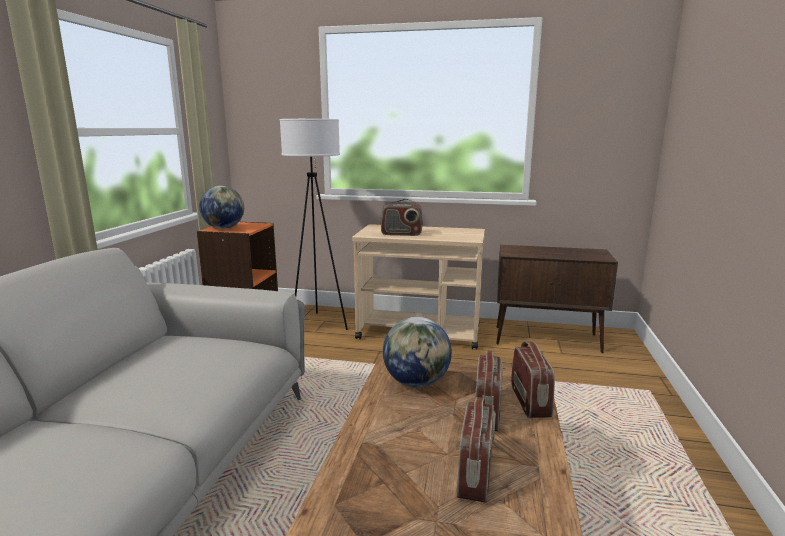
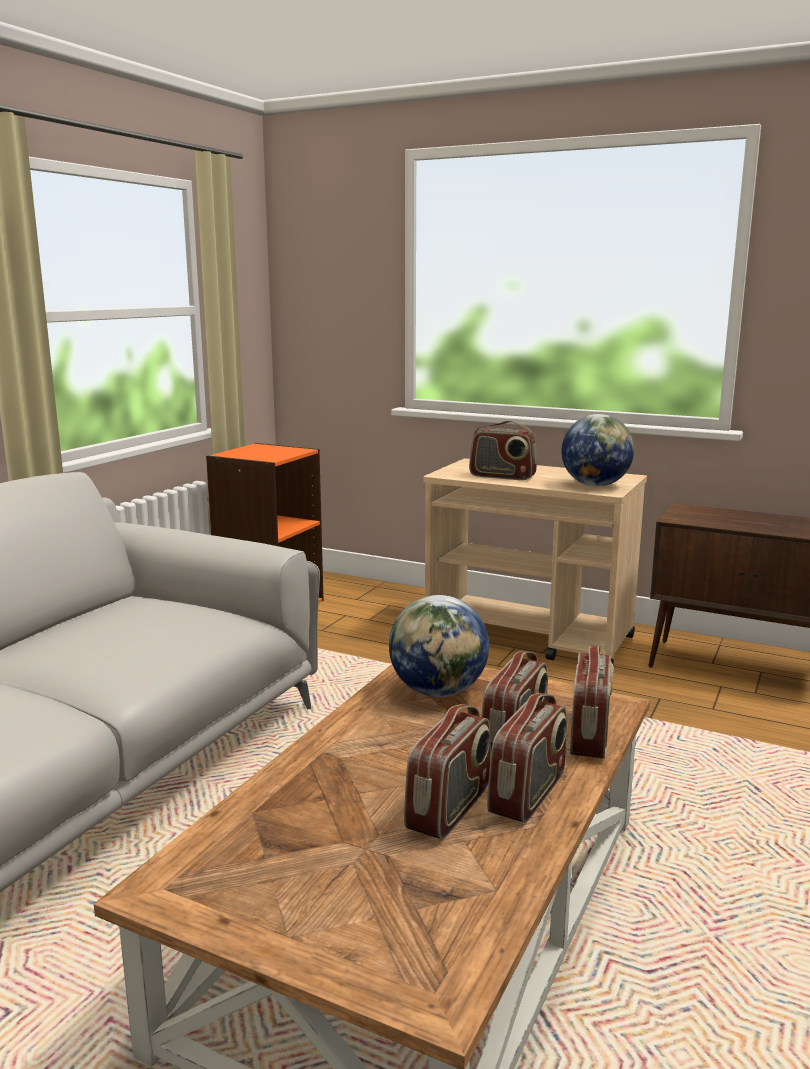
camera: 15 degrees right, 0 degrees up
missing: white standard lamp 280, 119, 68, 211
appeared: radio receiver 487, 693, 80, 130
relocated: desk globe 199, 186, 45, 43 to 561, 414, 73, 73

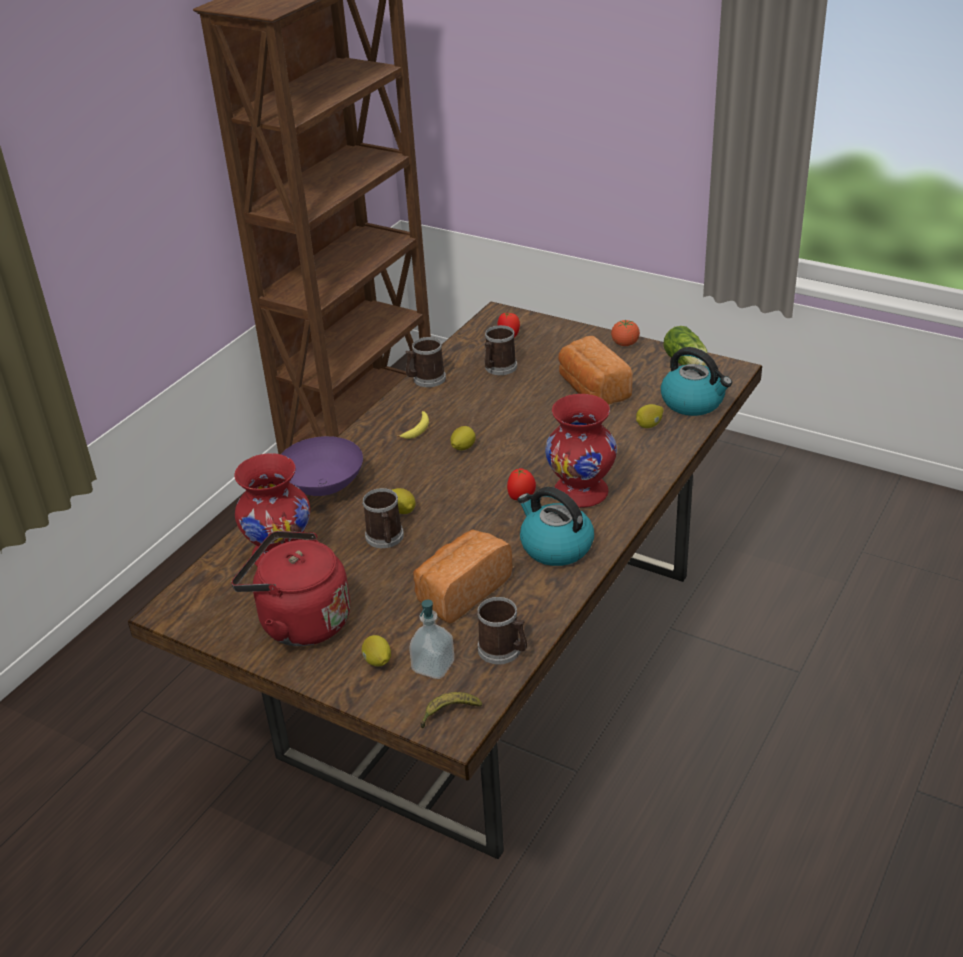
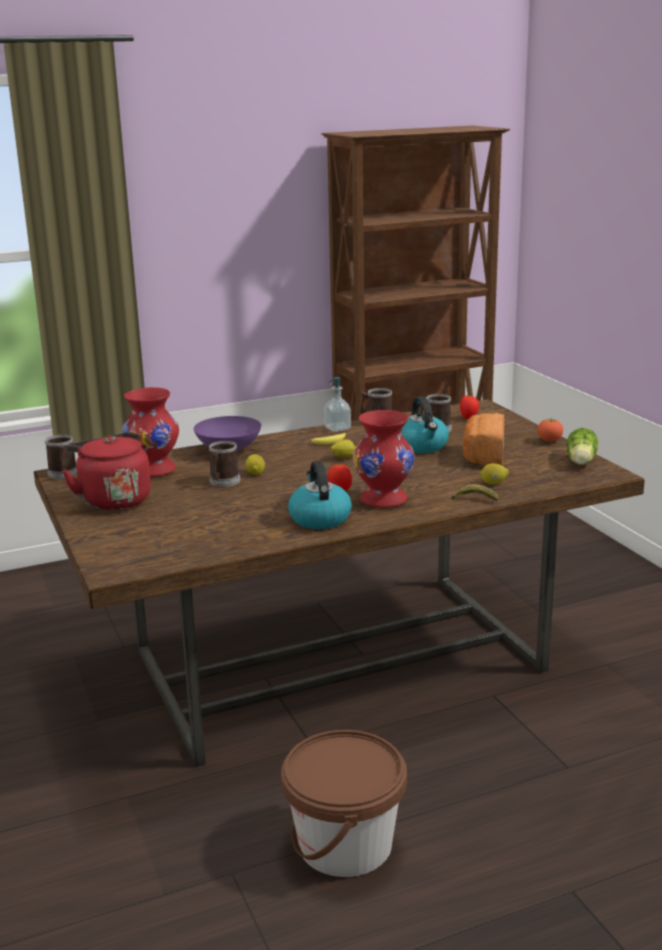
camera: 35 degrees right, 15 degrees down
missing: whole lemon 362, 635, 29, 31; baked bread 413, 529, 100, 94
appeared: brown-coloured pail 281, 730, 126, 147
relocated: soap dispenser 409, 600, 45, 79 to 324, 377, 27, 55; whole banana 420, 692, 62, 36 to 451, 484, 47, 17; mug 477, 597, 50, 68 to 45, 435, 32, 44; kettle 661, 347, 71, 69 to 401, 396, 48, 57

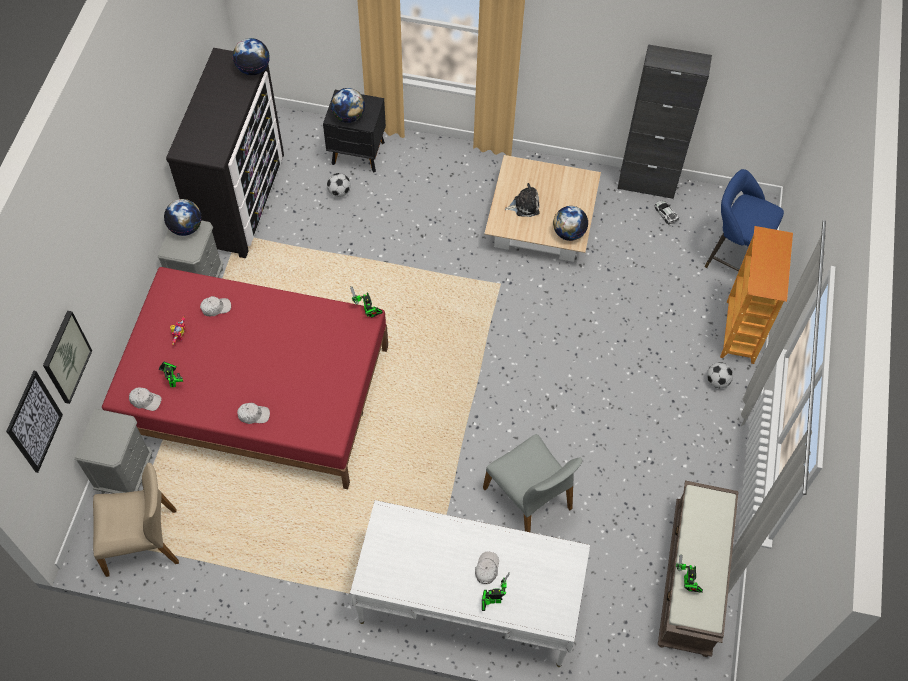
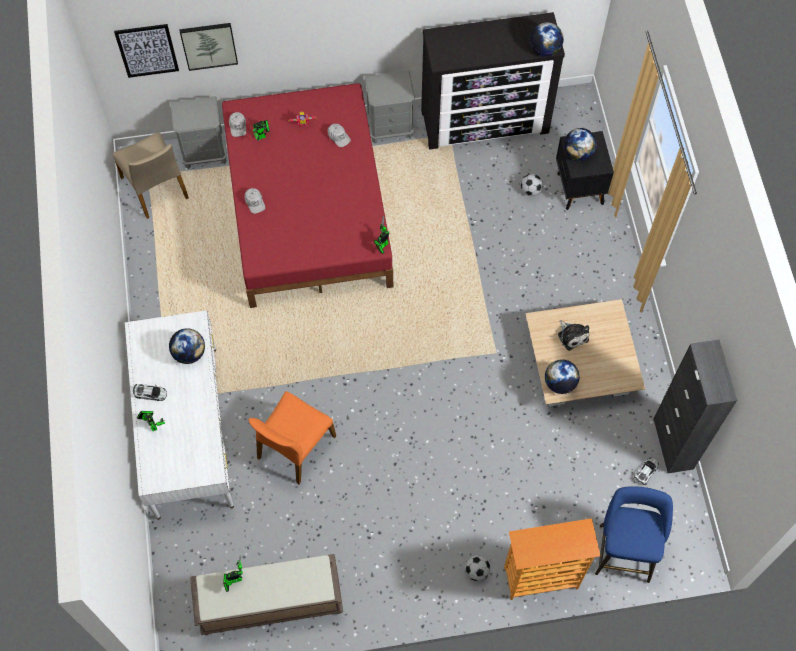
camera: 70 degrees right, 5 degrees up
missing: white baseball cap 475, 551, 24, 33
appeared: model car 133, 384, 34, 17
relocated: desk globe 164, 199, 38, 37 to 169, 328, 36, 36
colour: gray upright chair 483, 434, 99, 98 to orange-coloured upright chair 249, 391, 87, 93

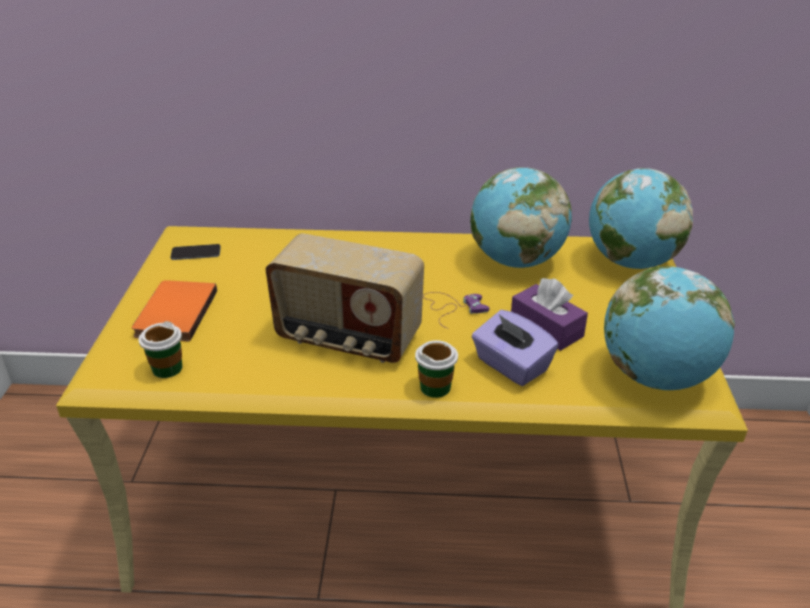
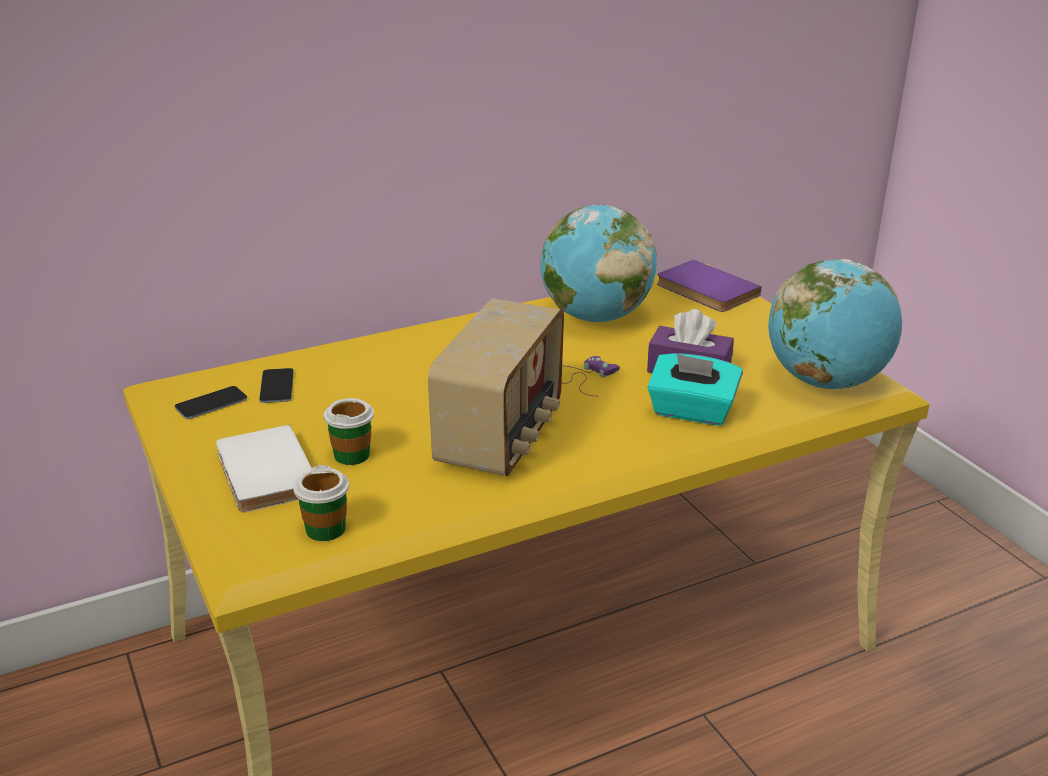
camera: 30 degrees left, 5 degrees down
appeared: phone 259, 368, 35, 35
relocated: small cup 415, 340, 43, 58 to 324, 398, 50, 67
exchanged: desk globe 589, 168, 104, 101 to purplish bound book 657, 260, 104, 52
colour: orange-coloured bound book 132, 280, 85, 62 to white bound book 216, 425, 96, 87; purplish tissue holder 472, 310, 86, 76 to blue-green tissue holder 647, 353, 96, 73
spun: radio receiver 266, 233, 158, 130 = 428, 298, 136, 178 60 degrees counterclockwise

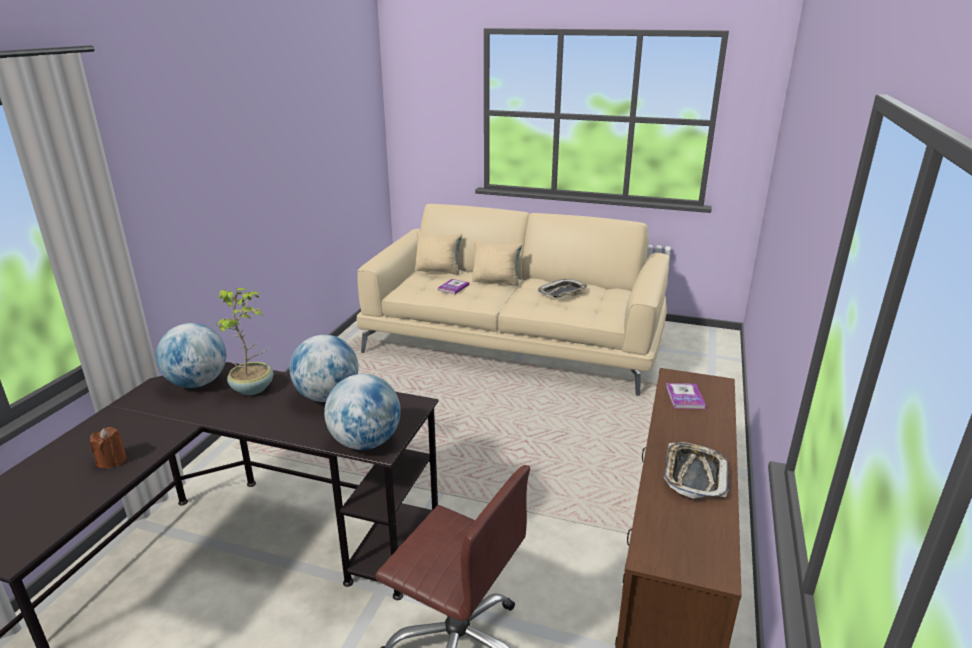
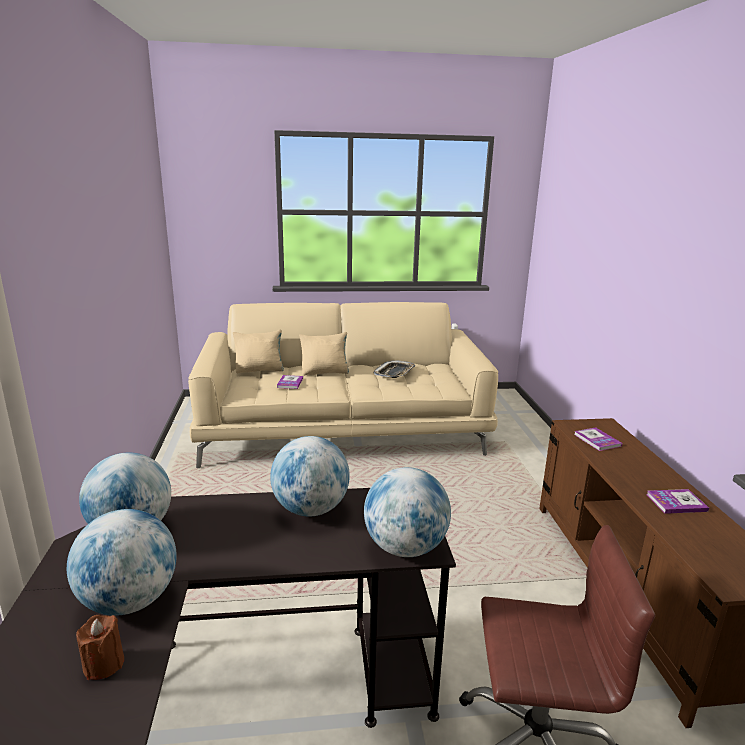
camera: 25 degrees left, 5 degrees down
missing: potted plant 215, 287, 58, 108
appeared: desk globe 67, 509, 109, 107
exchanged: serving tray 664, 442, 65, 57 to bound book 647, 489, 62, 25

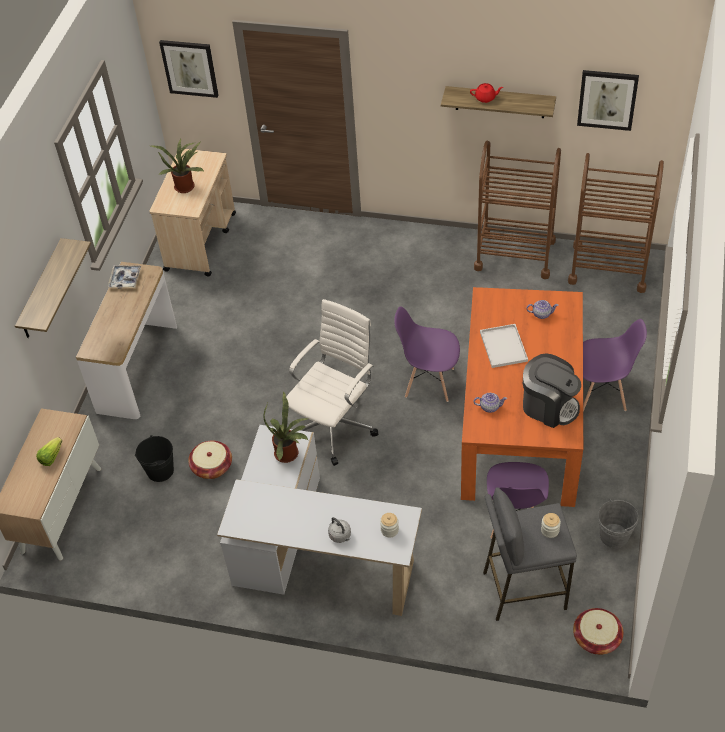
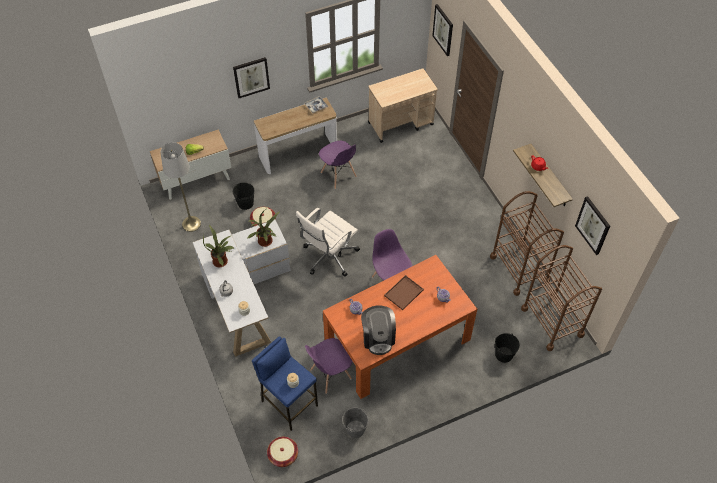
camera: 50 degrees right, 5 degrees up
appeared: gray standard lamp 161, 143, 40, 89; black pail 495, 333, 25, 30
relocated: potted plant 151, 138, 53, 55 to 203, 225, 32, 42; purplish upright chair 583, 319, 64, 93 to 319, 141, 38, 48
exchanged: wall shelf 15, 238, 76, 100 to wall picture 233, 57, 37, 41
colour: white serving tray 480, 324, 48, 44 to brown-coloured serving tray 384, 275, 40, 35; gray stool seat 483, 487, 94, 134 to blue stool seat 252, 336, 66, 95
spun: white office chair 286, 299, 92, 167 = 296, 208, 64, 69 135 degrees clockwise

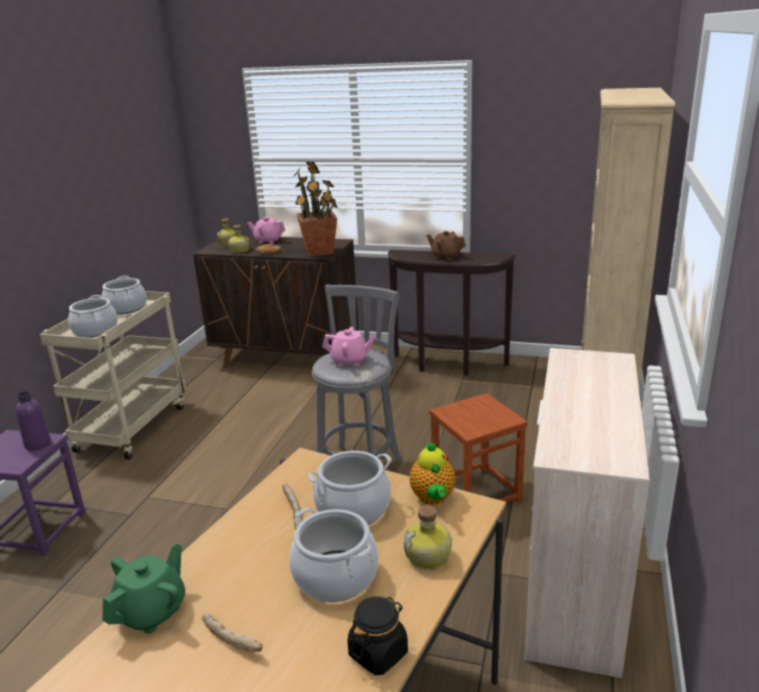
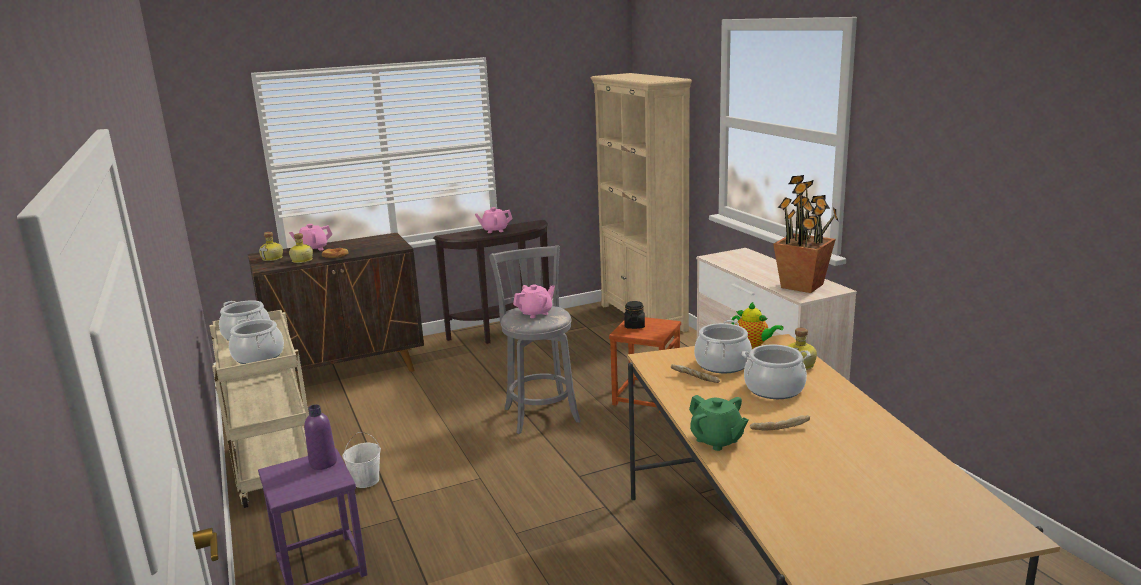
camera: 40 degrees left, 5 degrees down
appeared: white pail 343, 432, 38, 56
relocated: potted plant 294, 162, 44, 94 to 773, 175, 65, 118; black preserve jar 347, 597, 61, 78 to 624, 301, 21, 28
colour: brown-coloured teapot 426, 231, 40, 29 to pinkish teapot 475, 207, 38, 26
spun: green-coloured teapot 102, 543, 83, 91 = 689, 395, 60, 56 150 degrees clockwise

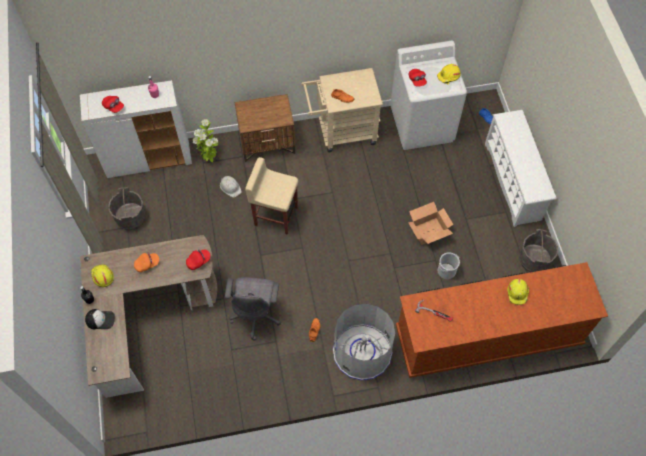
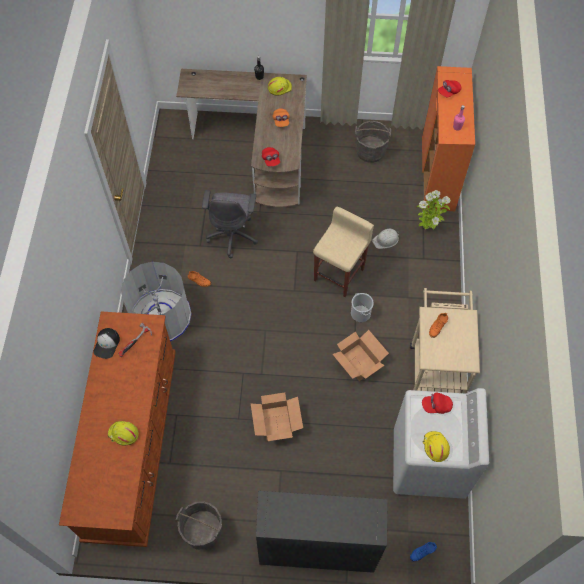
camera: 105 degrees right, 0 degrees up
missing: brown-coloured nightstand 235, 94, 60, 68
appeared: cardboard box 333, 330, 56, 51
relocated: baseball cap 85, 309, 30, 20 to 93, 328, 27, 31; pail 438, 252, 22, 27 to 351, 293, 23, 29
exchanged: white shoe shelf 485, 110, 72, 117 to black storage cabinet 256, 491, 132, 82
colour: white storage cabinet 80, 80, 112, 98 to orange-coloured storage cabinet 422, 66, 53, 145
spun: gray office chair 225, 277, 57, 64 = 202, 190, 56, 68 105 degrees counterclockwise

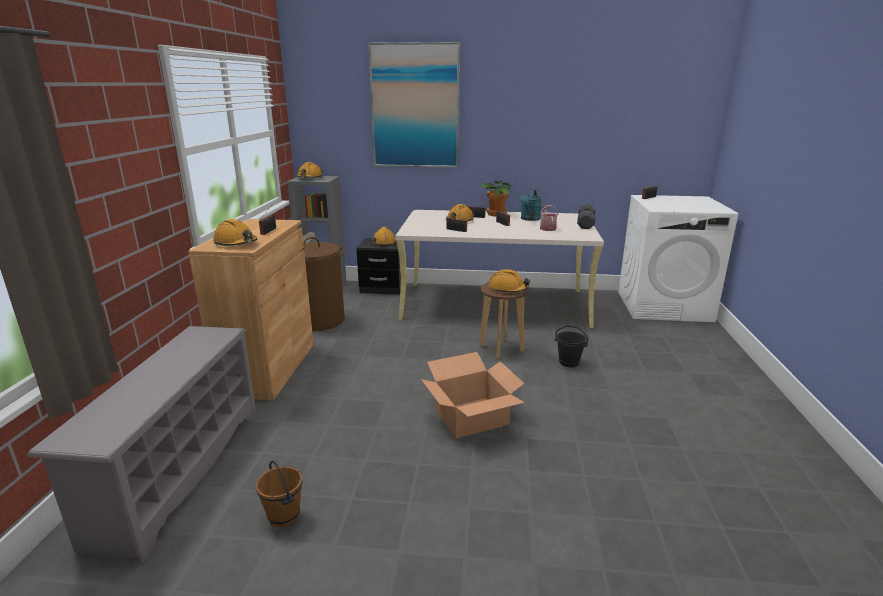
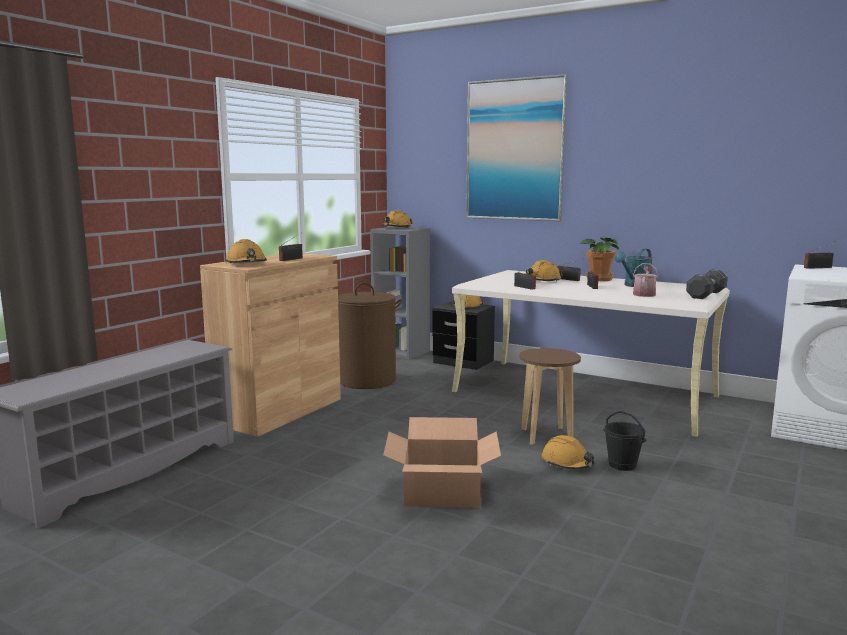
camera: 25 degrees right, 10 degrees down
missing: brown-coloured pail 256, 461, 46, 66
relocated: orange-coloured hard hat 488, 269, 42, 24 to 542, 435, 52, 34

